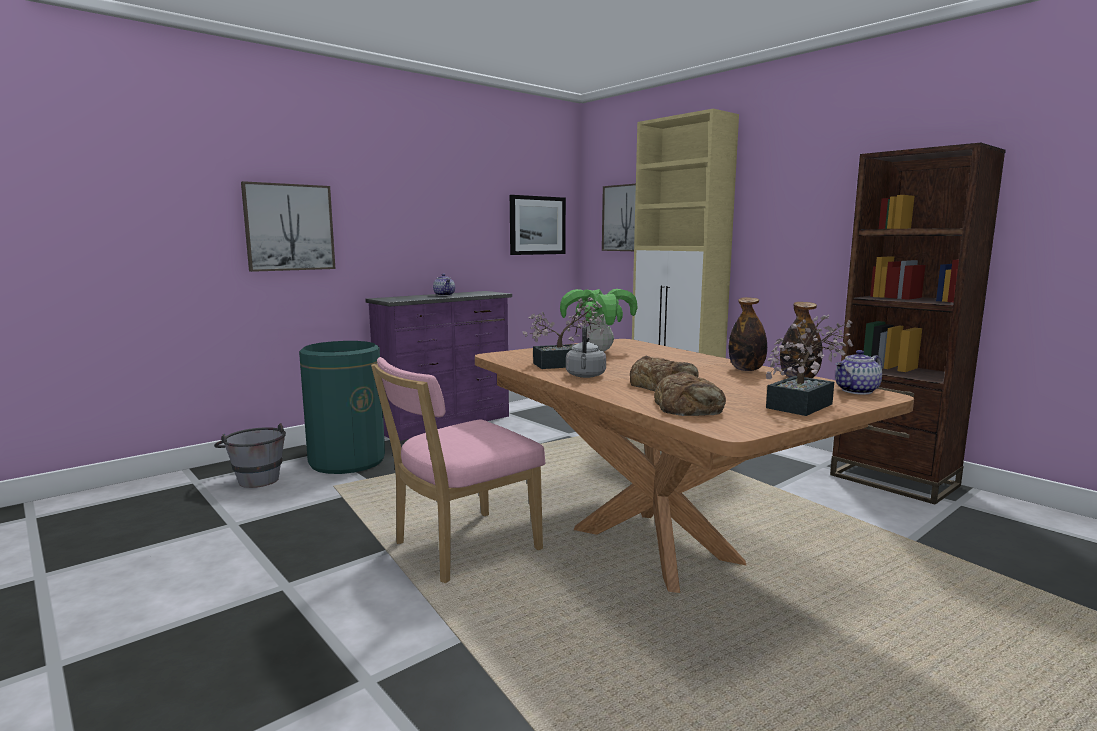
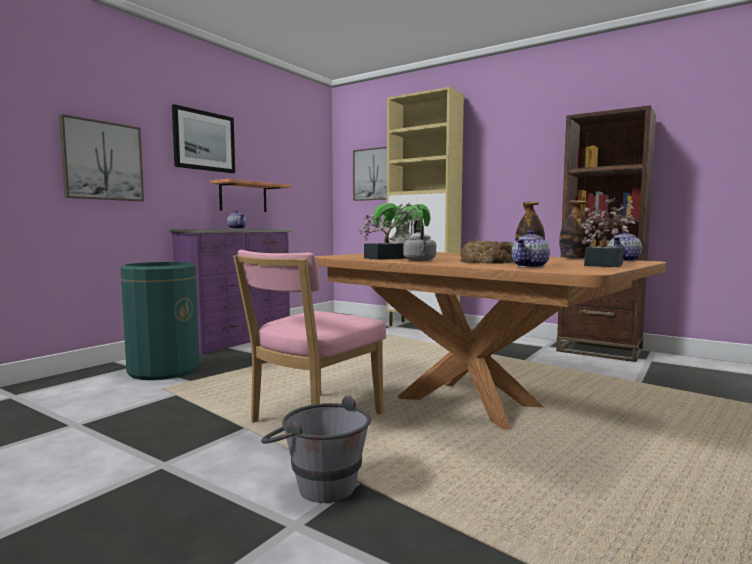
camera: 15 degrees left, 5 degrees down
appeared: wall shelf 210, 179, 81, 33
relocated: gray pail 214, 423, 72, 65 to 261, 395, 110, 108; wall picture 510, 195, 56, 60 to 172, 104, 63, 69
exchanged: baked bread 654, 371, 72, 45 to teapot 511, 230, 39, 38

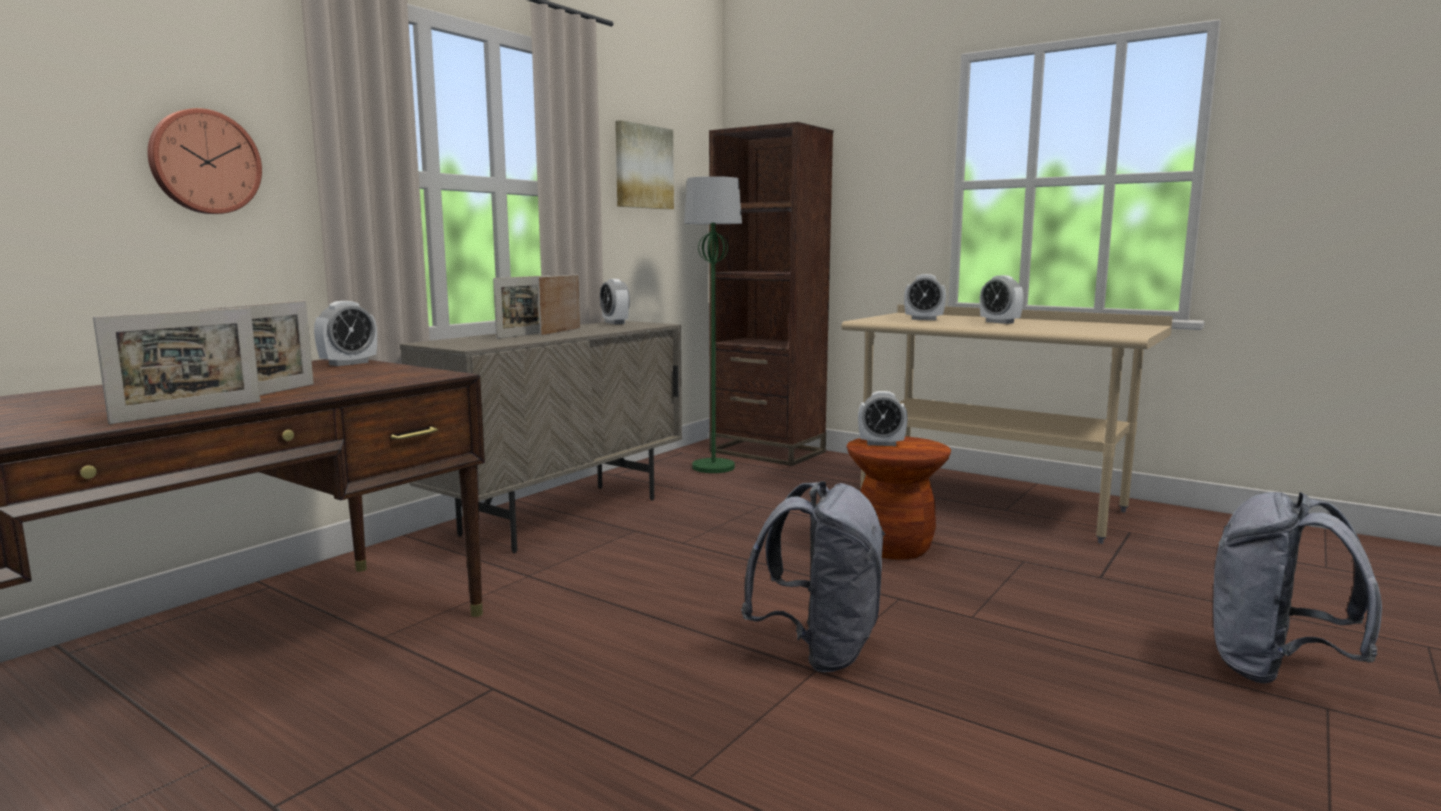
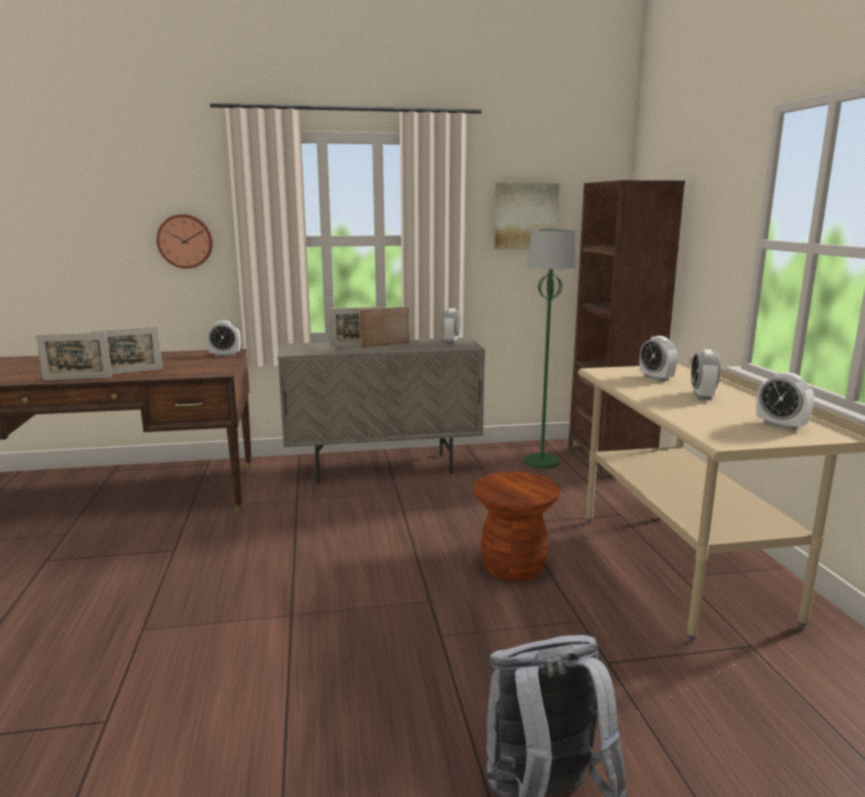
camera: 45 degrees right, 5 degrees up
missing: gray rucksack 741, 481, 144, 191
relocated: table clock 858, 391, 50, 55 to 756, 372, 58, 59

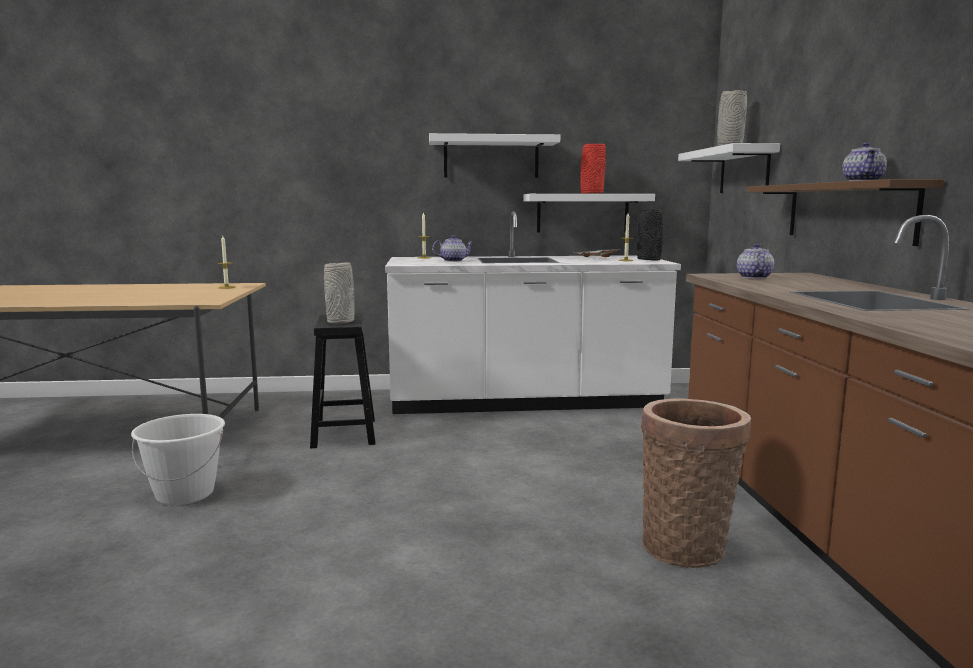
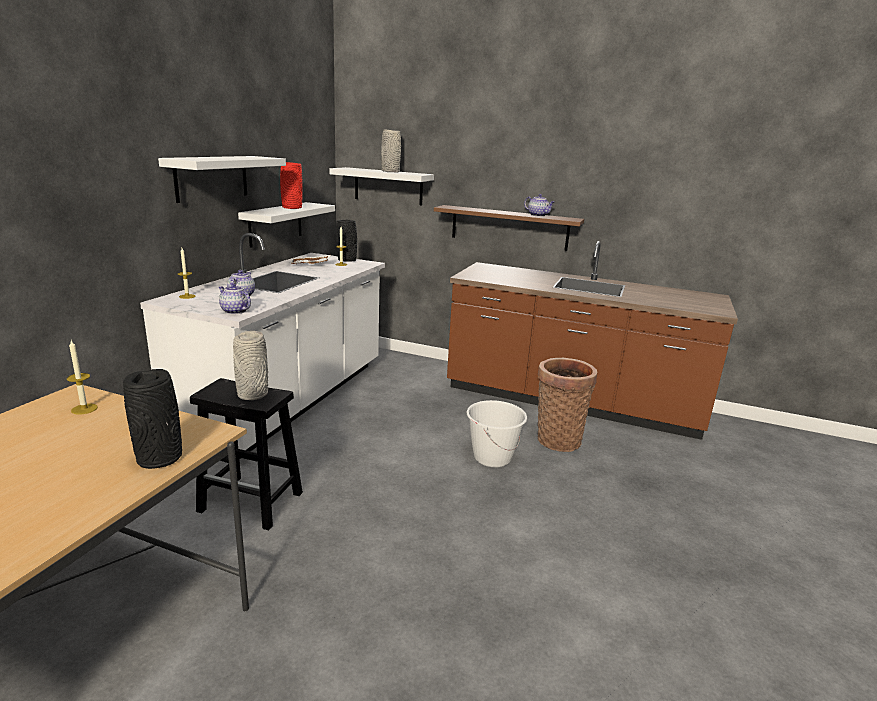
camera: 65 degrees left, 10 degrees up
appeared: black decorative vase 123, 369, 59, 100
relocated: white pail 131, 414, 94, 91 to 467, 400, 60, 68; teapot 737, 243, 37, 36 to 219, 283, 32, 31

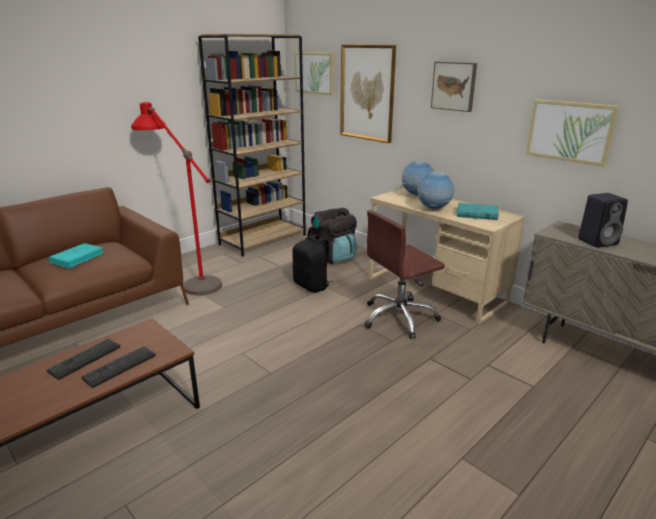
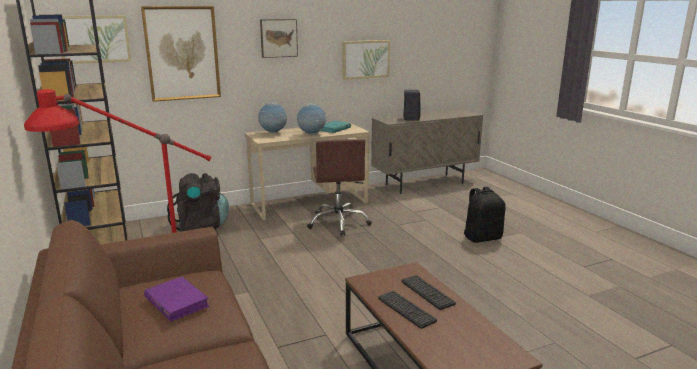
camera: 70 degrees left, 5 degrees down
relocated: black rucksack 292, 234, 42, 59 to 464, 187, 42, 56
colour: blue-green bound book 48, 243, 57, 26 to purplish bound book 144, 277, 66, 45

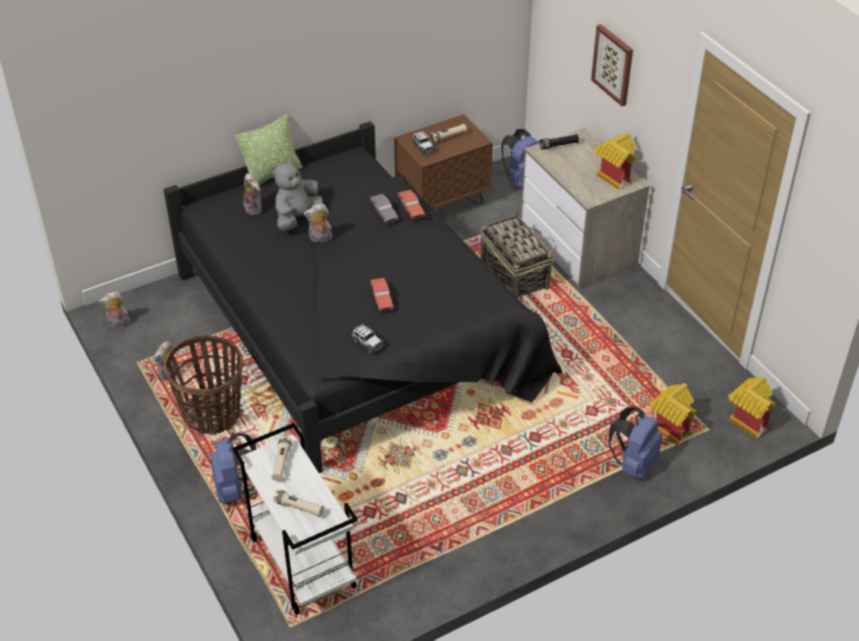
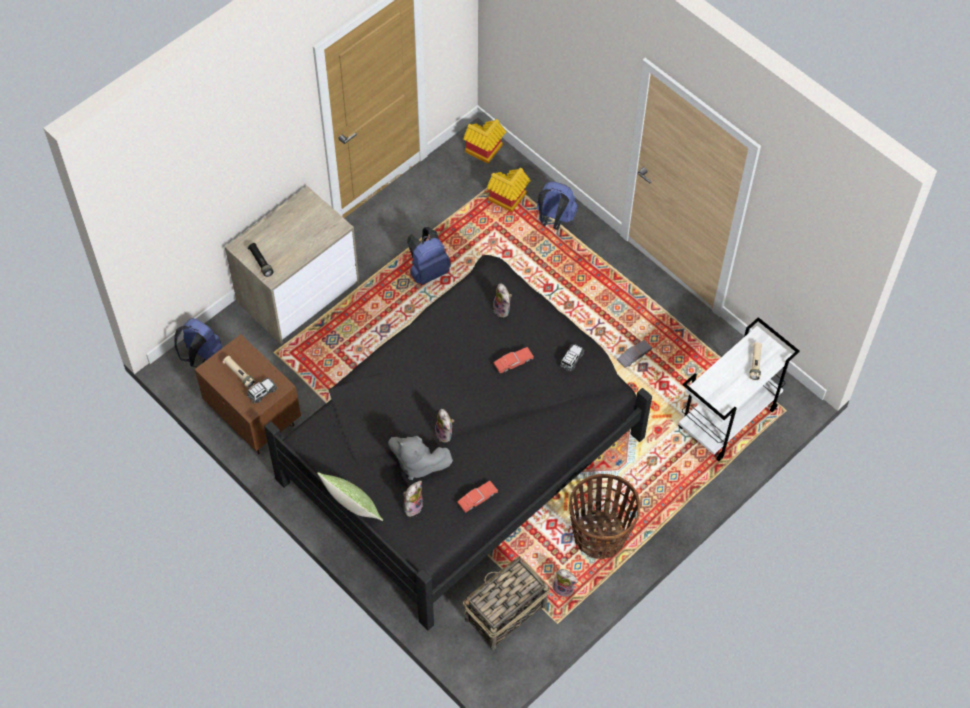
camera: 105 degrees left, 15 degrees up
missing: beige-coloured hand torch 272, 436, 20, 46; wall picture 591, 24, 42, 82; miniature house 594, 132, 43, 58
relocated: cuddly toy 99, 292, 31, 35 to 493, 283, 19, 34; blue rucksack 211, 432, 45, 71 to 407, 227, 44, 58; gray model car 370, 194, 28, 29 to 617, 340, 35, 28; red model car 398, 190, 27, 29 to 457, 481, 41, 31; storage basket 481, 210, 73, 89 to 463, 556, 87, 94

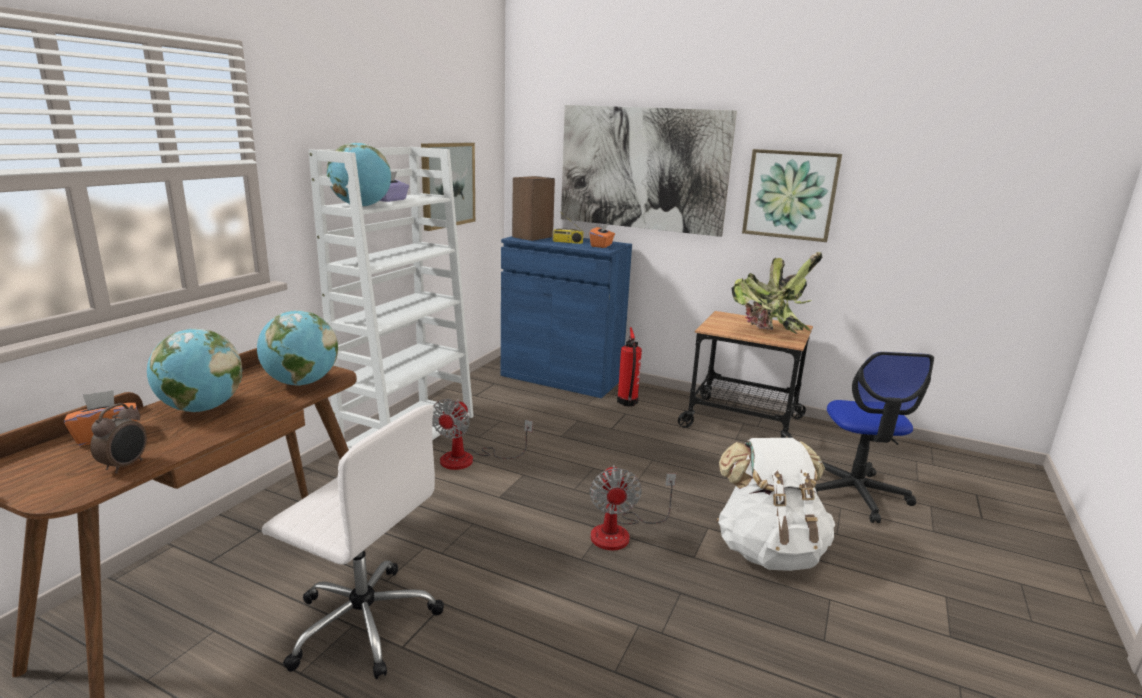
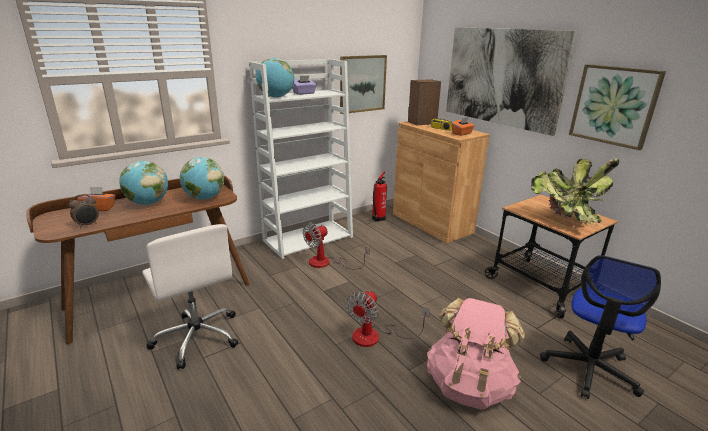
camera: 30 degrees right, 5 degrees up
relocated: extinguisher 617, 327, 25, 79 to 372, 171, 15, 51
colour: blue storage cabinet 501, 236, 131, 162 to brown-coloured storage cabinet 393, 121, 97, 122; white rucksack 717, 438, 118, 133 to pinkish rucksack 427, 298, 98, 111

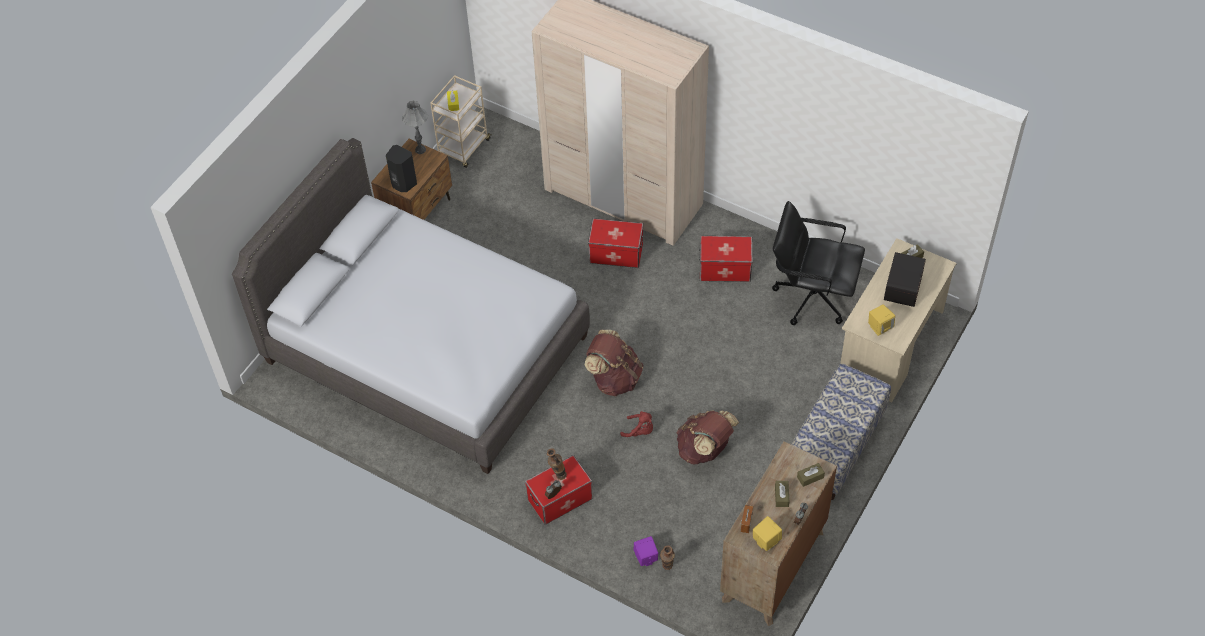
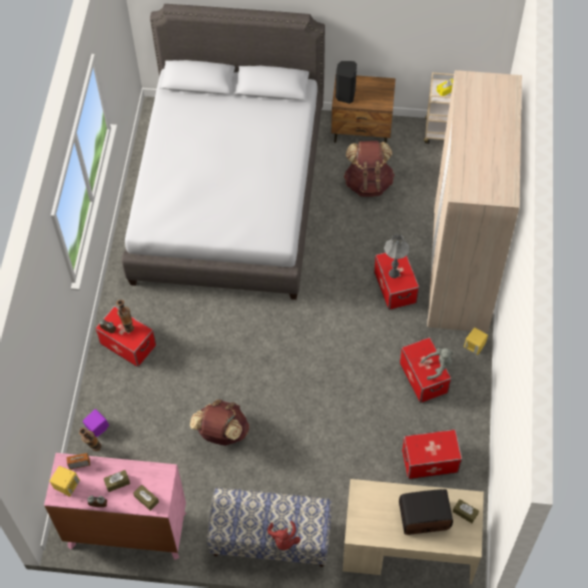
camera: 65 degrees right, 5 degrees up
appeared: gray cuddly toy 420, 348, 34, 32
relocated: gray table lamp 402, 100, 26, 54 to 384, 234, 25, 44; brown-coloured rucksack 584, 330, 59, 66 to 344, 141, 51, 56; red cuddly toy 620, 411, 33, 26 to 268, 521, 33, 29; yellow audio speaker 868, 304, 27, 32 to 464, 328, 24, 27
exchanged: black office chair 772, 201, 93, 124 to storage bin 402, 429, 60, 50
colour: brown-coloured chest of drawers 720, 441, 117, 185 to pinkish chest of drawers 44, 453, 142, 107

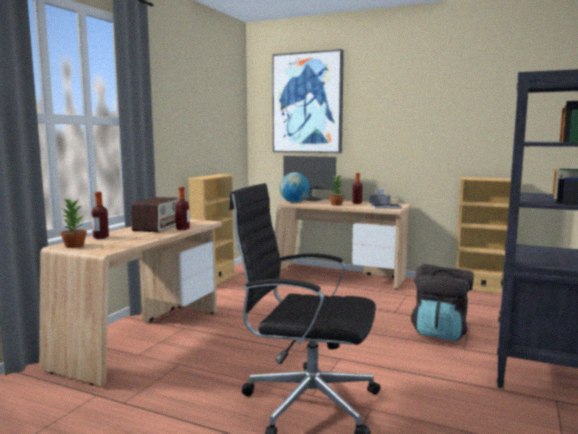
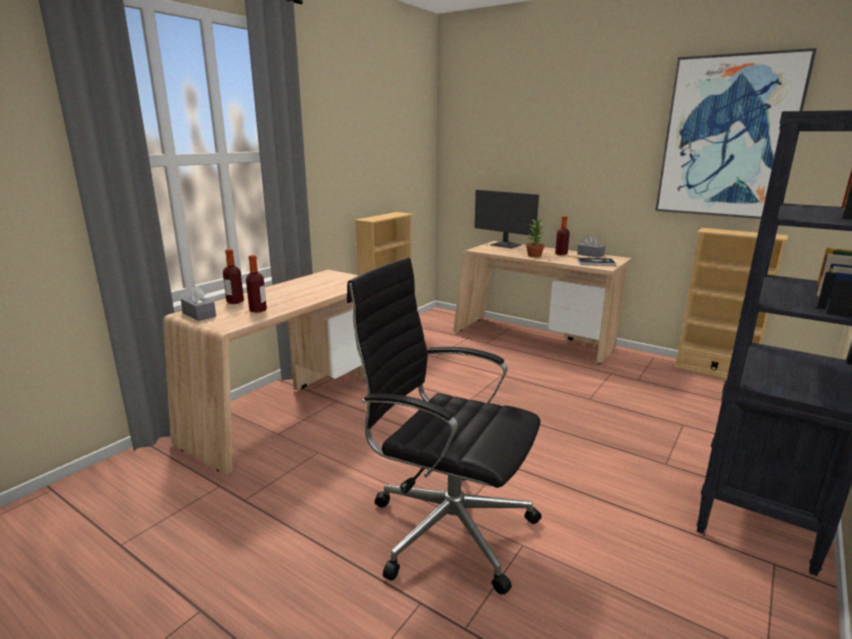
camera: 10 degrees right, 10 degrees up
missing: radio receiver 132, 197, 47, 35; desk globe 280, 172, 30, 31; black rucksack 411, 264, 63, 77
relocated: bottle 175, 187, 15, 43 to 246, 255, 21, 58; wall picture 272, 49, 72, 104 to 655, 48, 162, 171
exchanged: potted plant 60, 198, 27, 50 to gray tissue holder 181, 286, 35, 35

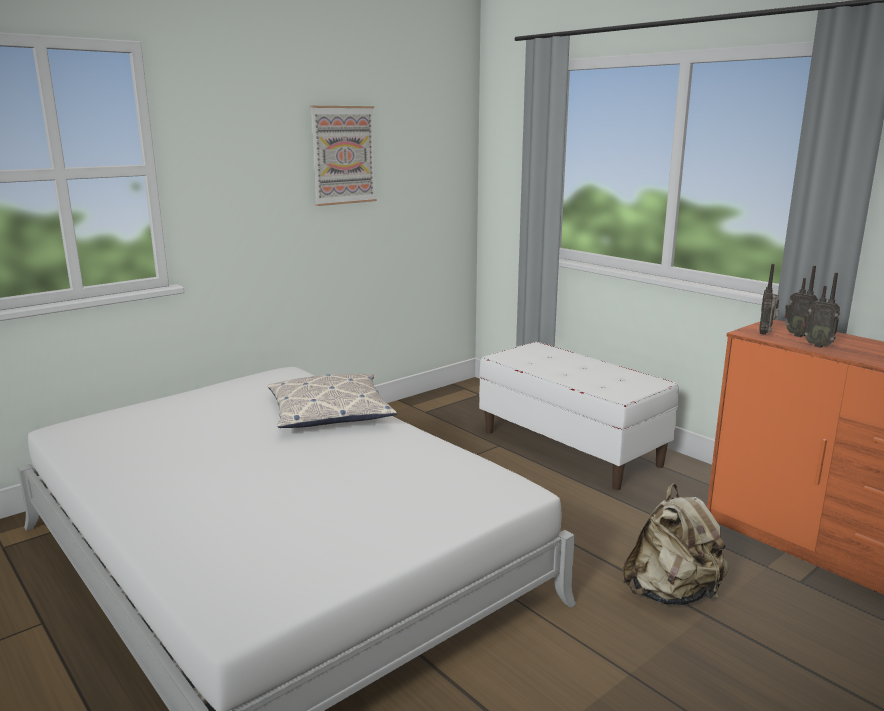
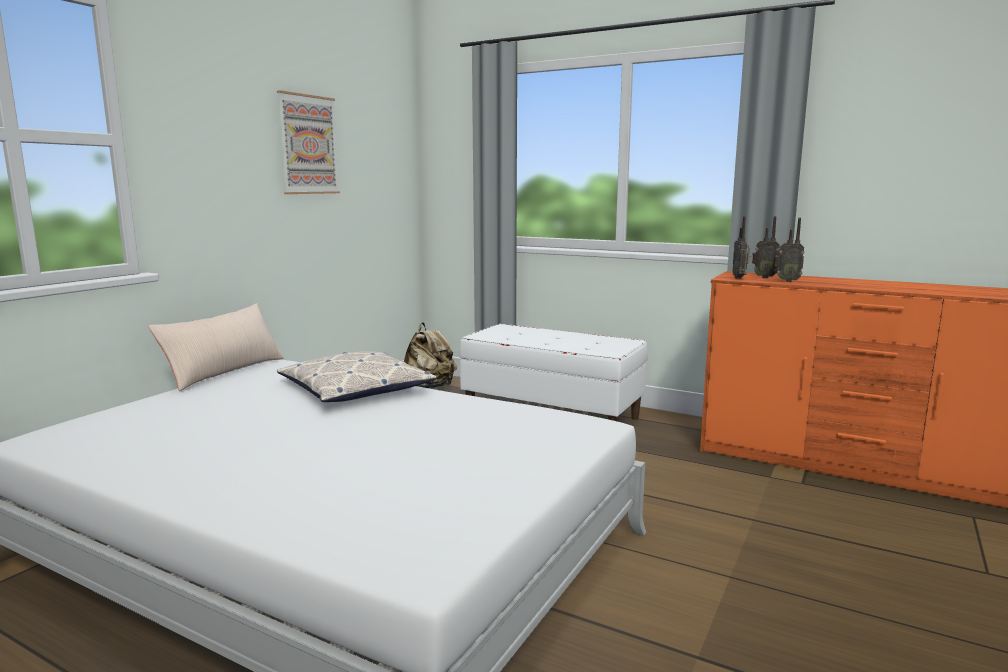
camera: 20 degrees left, 5 degrees down
appeared: beige-coloured pillow 148, 303, 136, 88
relocated: beige-coloured rucksack 622, 484, 106, 121 to 404, 322, 53, 67

